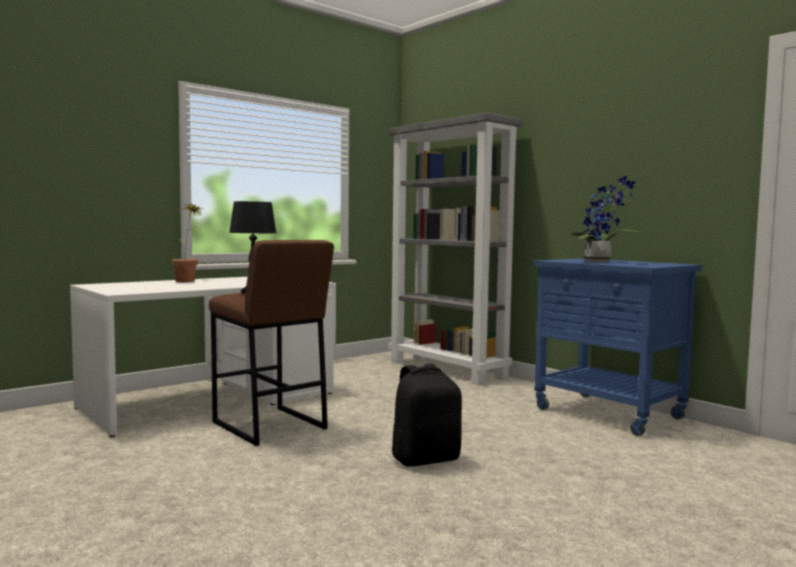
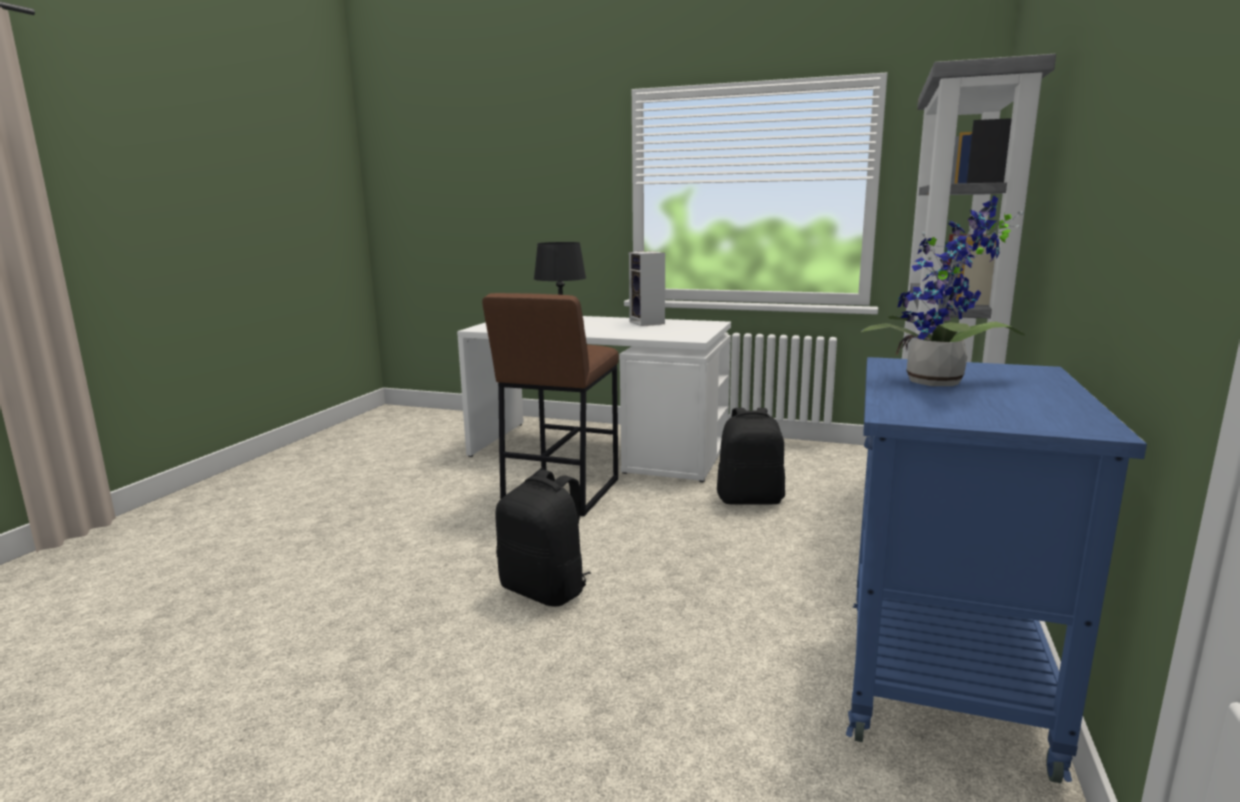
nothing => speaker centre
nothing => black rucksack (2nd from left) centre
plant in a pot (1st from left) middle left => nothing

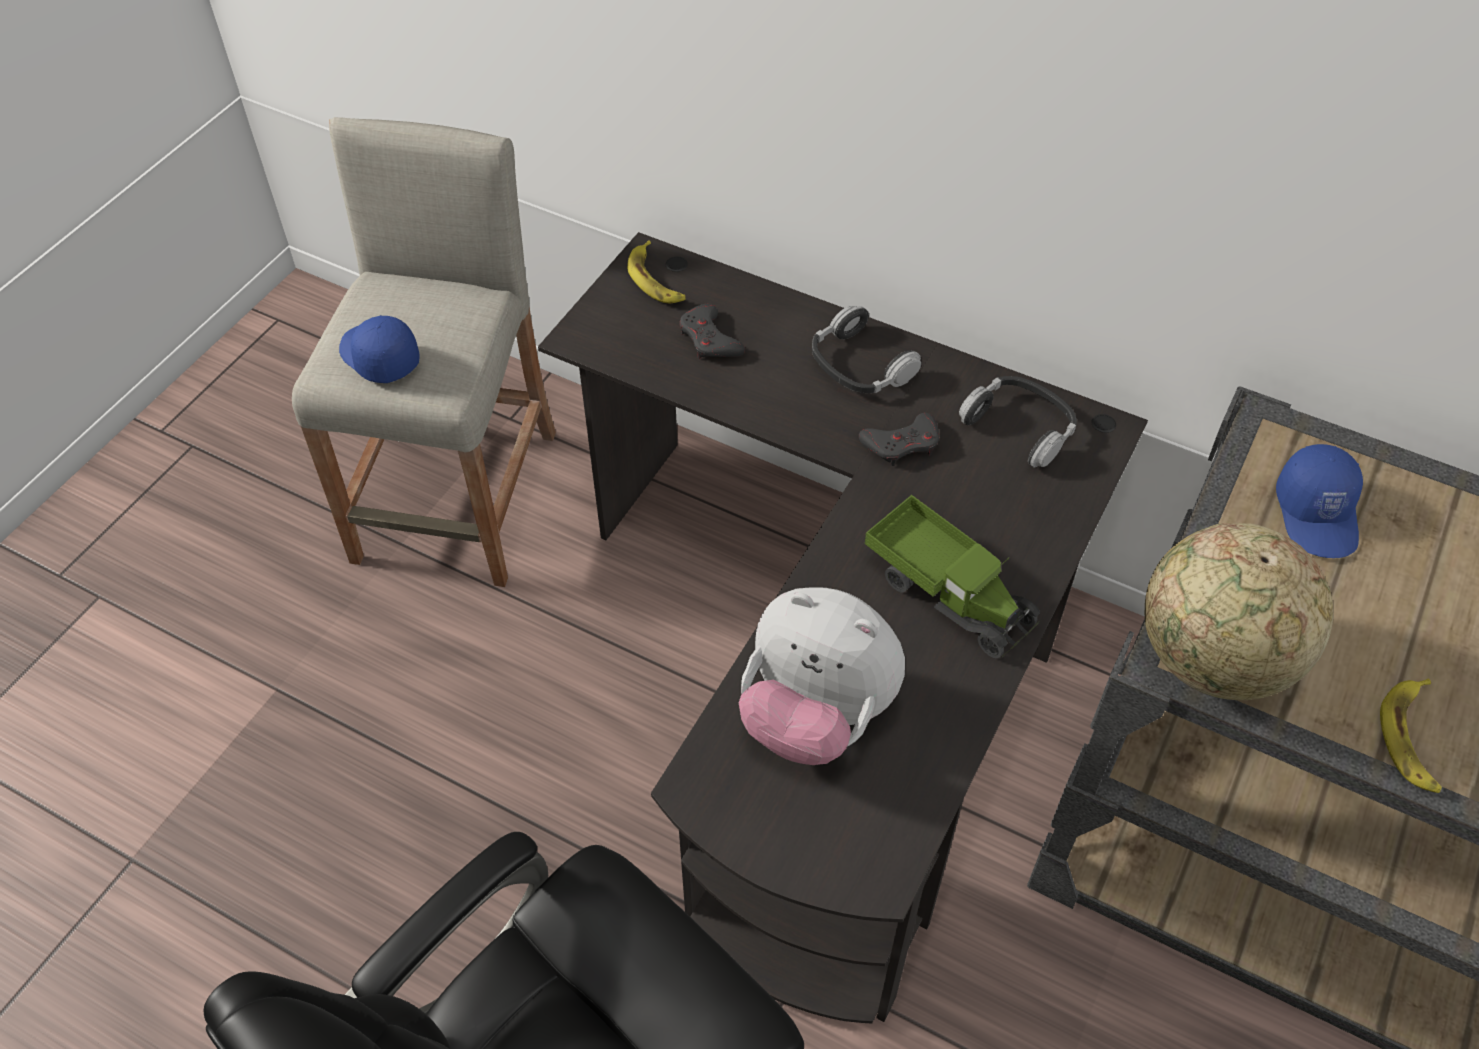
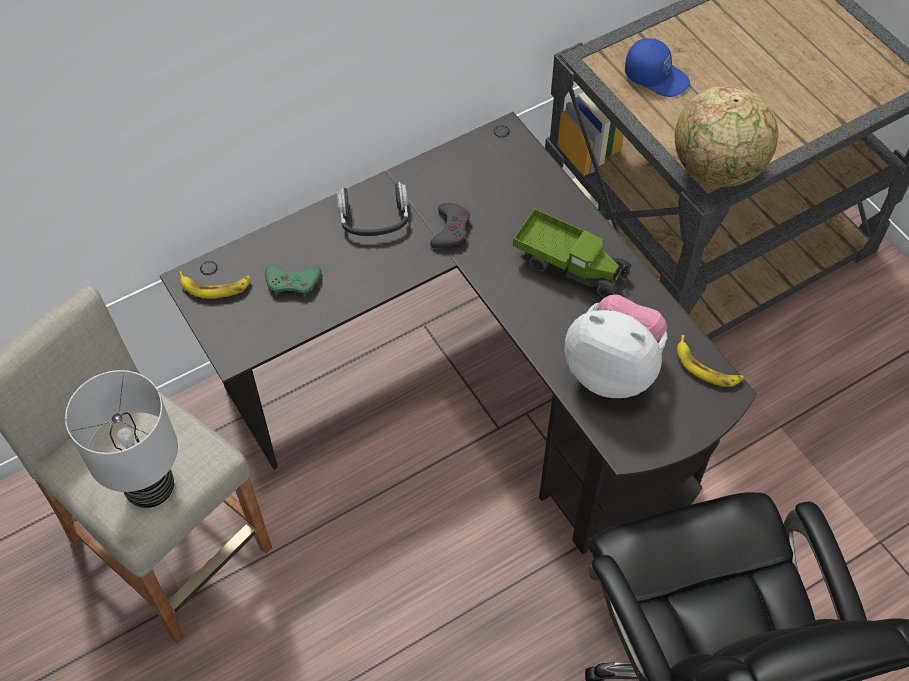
bluish peaked cap (1st from left) top left => gray tabletop lamp middle left
gray game controller (1st from left) top centre => greenish game controller middle left
model truck centre, 45 degrees clockwise
plush toy centre => plush toy middle right, 120 degrees counterclockwise
banana fruit (2nd from left) bottom right => banana fruit (2nd from left) middle right, moved
headphones (2nd from left) middle right => nothing

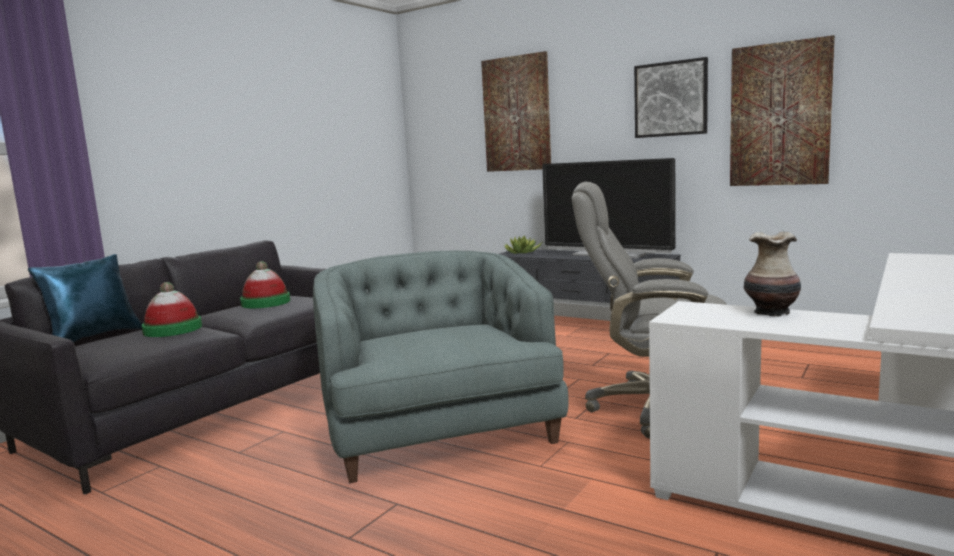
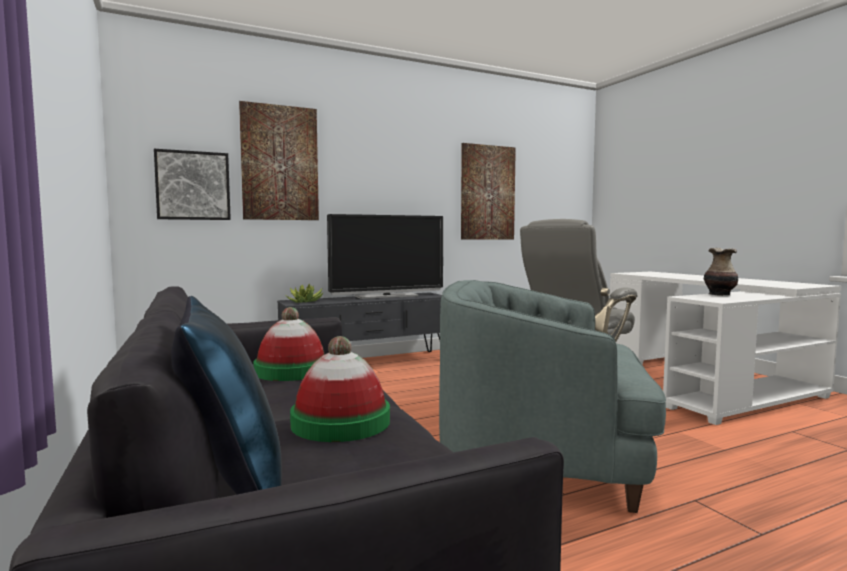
wall art (2nd from left in the first image) top right => wall art (1st from left) top left, moved

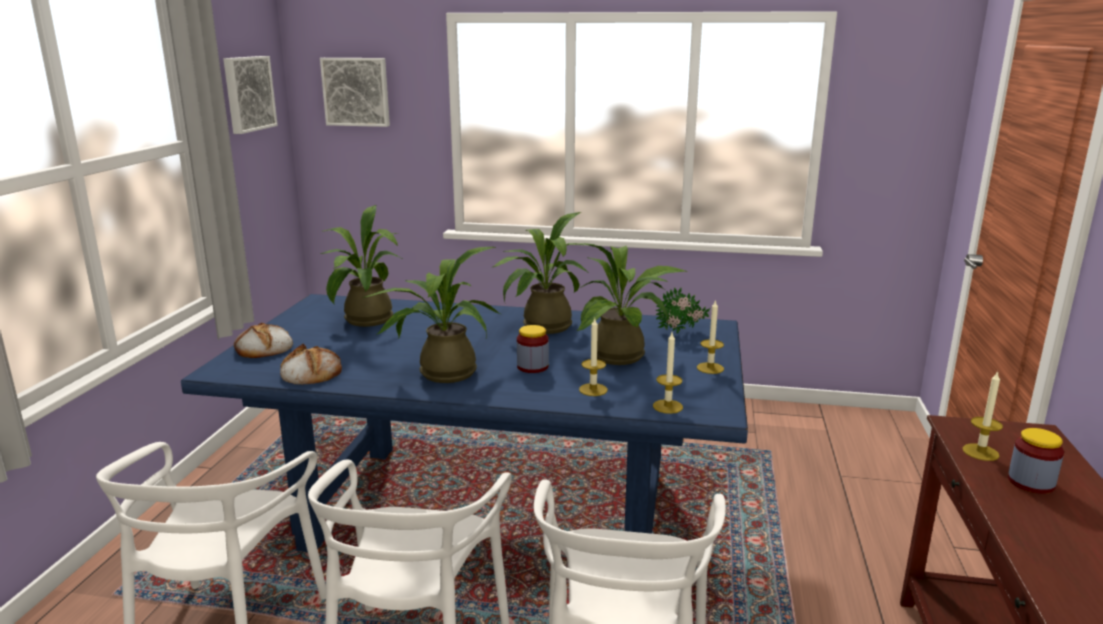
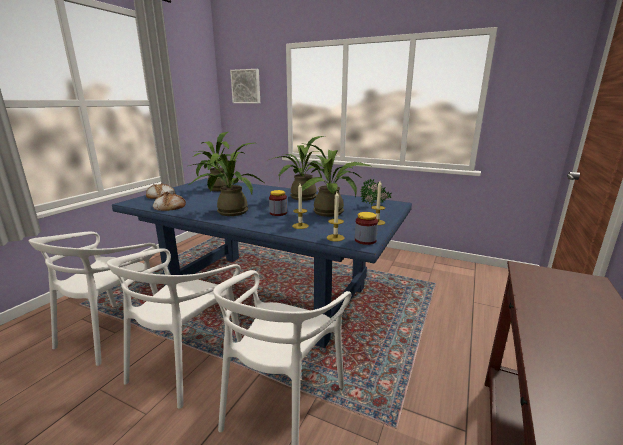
preserve jar (2nd from left) bottom right => preserve jar (2nd from left) centre, moved
wall art (1st from left) top left => nothing
wax light (4th from left) bottom right => nothing

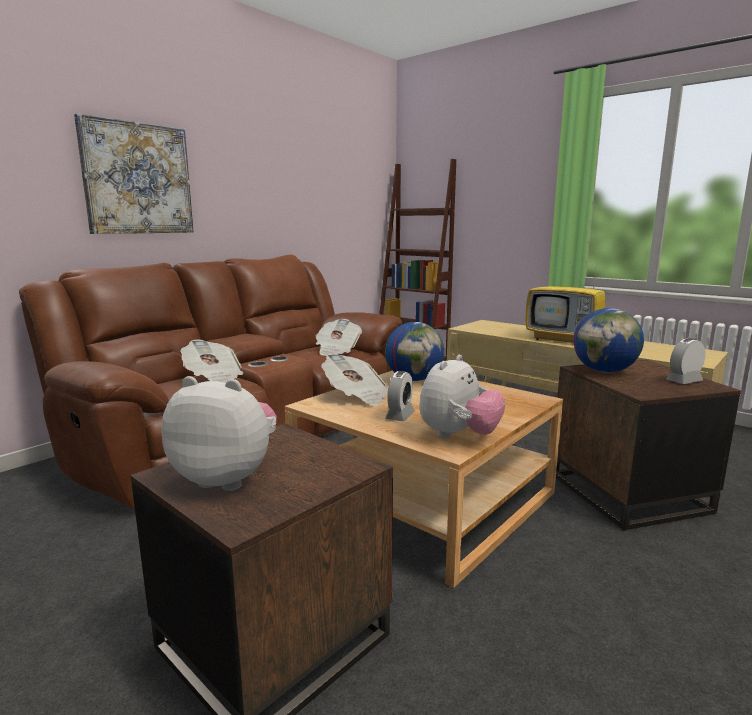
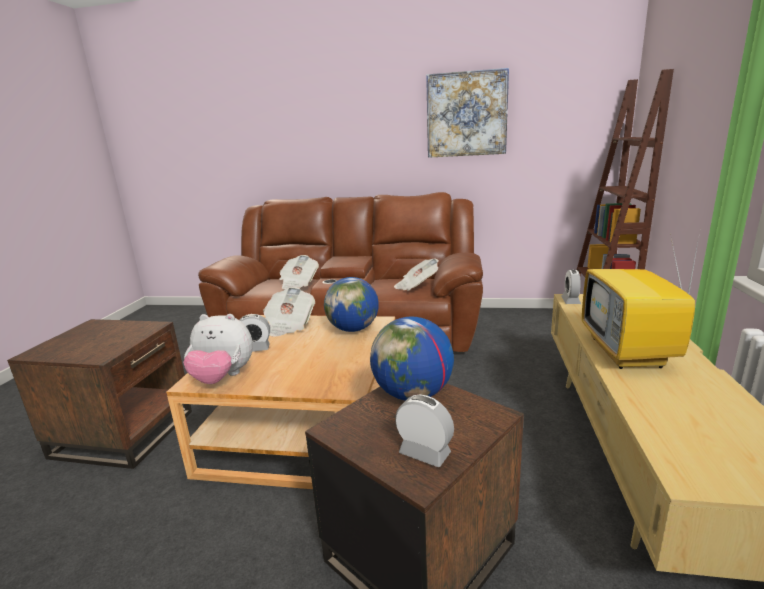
wall art top left => wall art top centre, moved
nothing => table clock (3rd from left) middle right
plush toy (1st from left) middle left => nothing

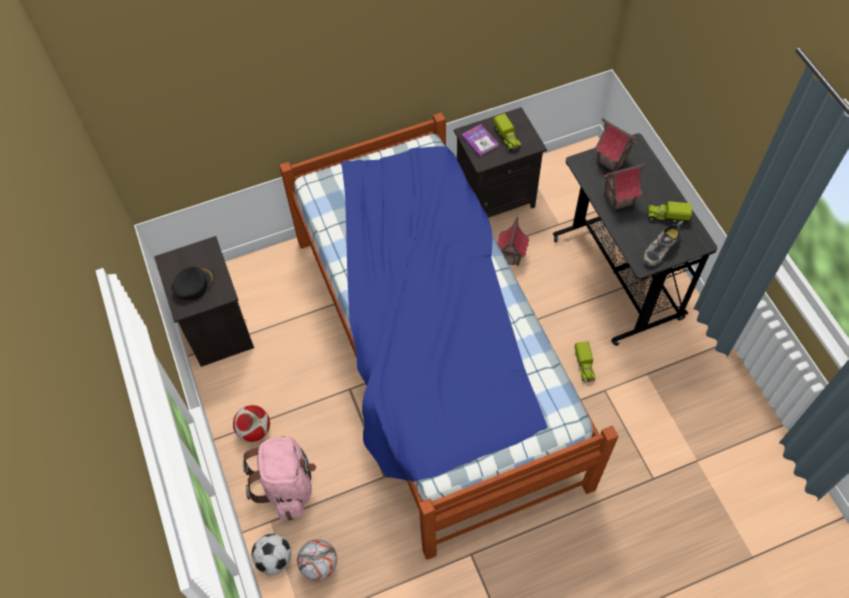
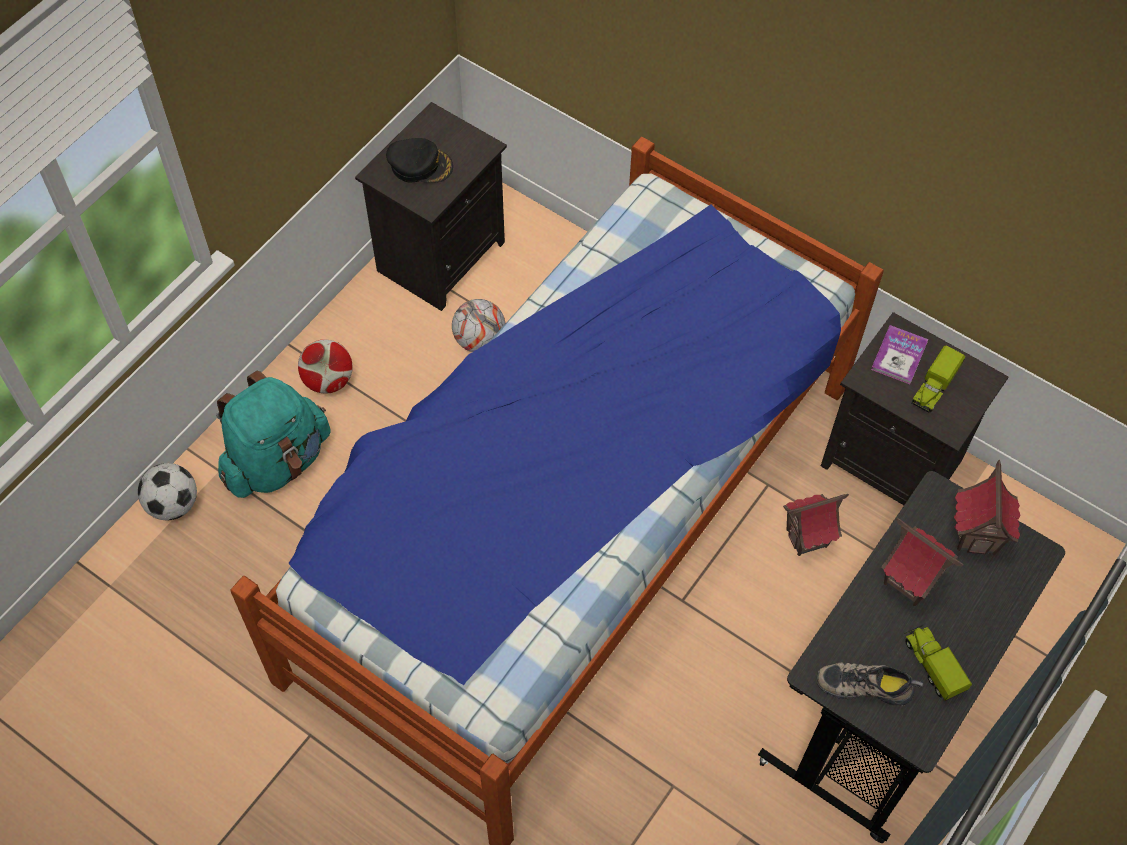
pinkish rucksack bottom left => turquoise-coloured rucksack middle left
ball for football (3rd from left) bottom centre => ball for football (3rd from left) centre, moved
model truck (2nd from left) middle right => nothing

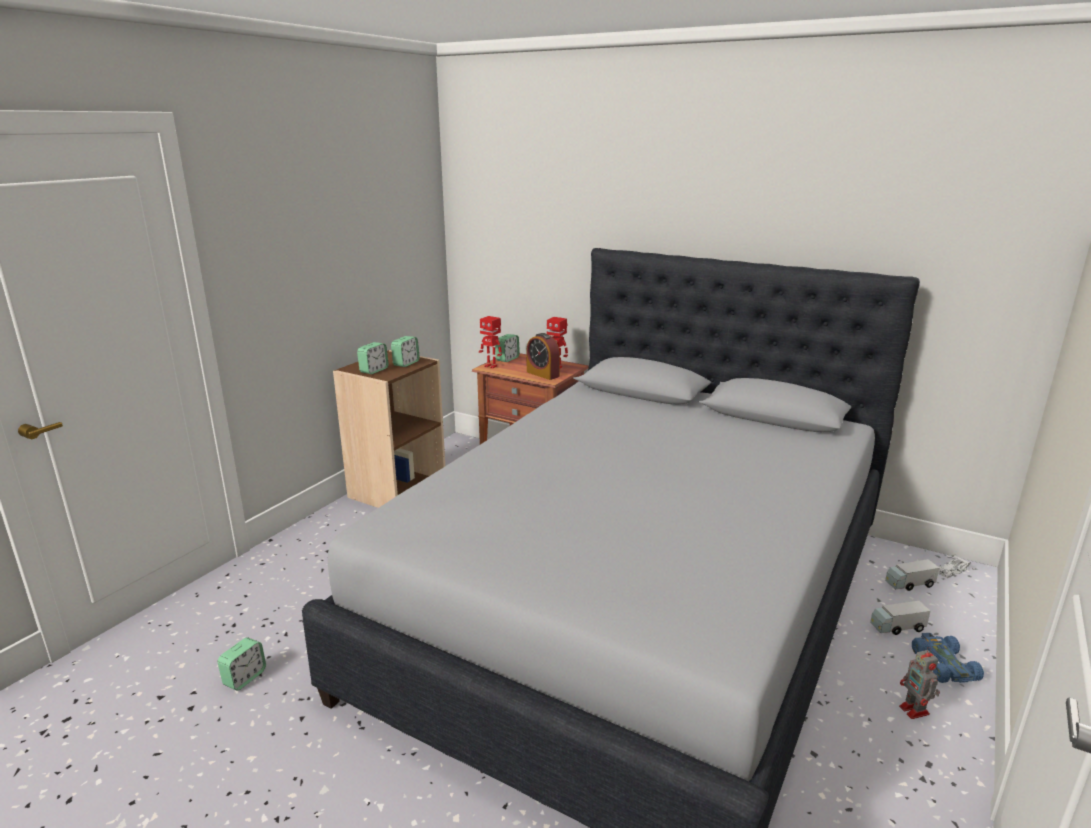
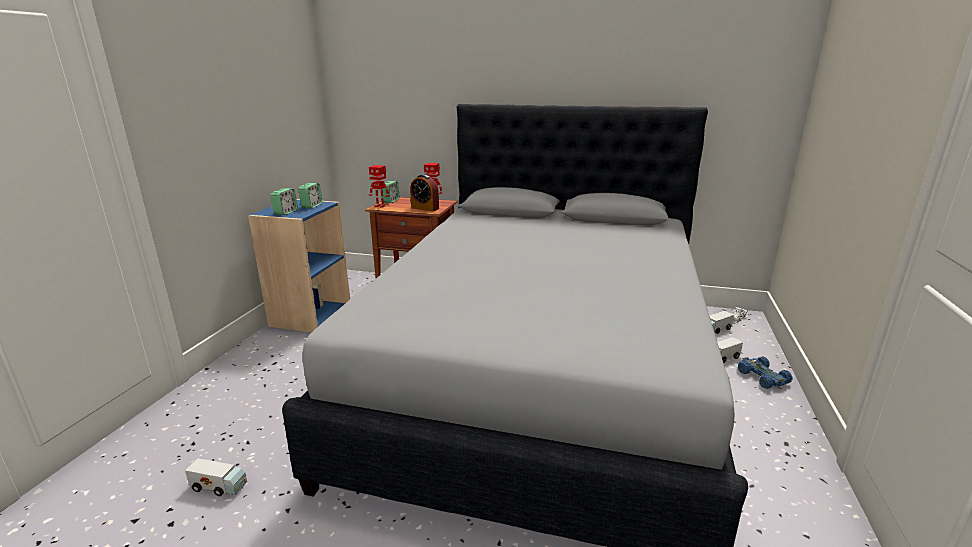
table clock (1st from left) bottom left => model truck (1st from left) bottom left
brown shelving unit centre => bluish shelving unit middle left
robot figure (3rd from left) bottom right => nothing

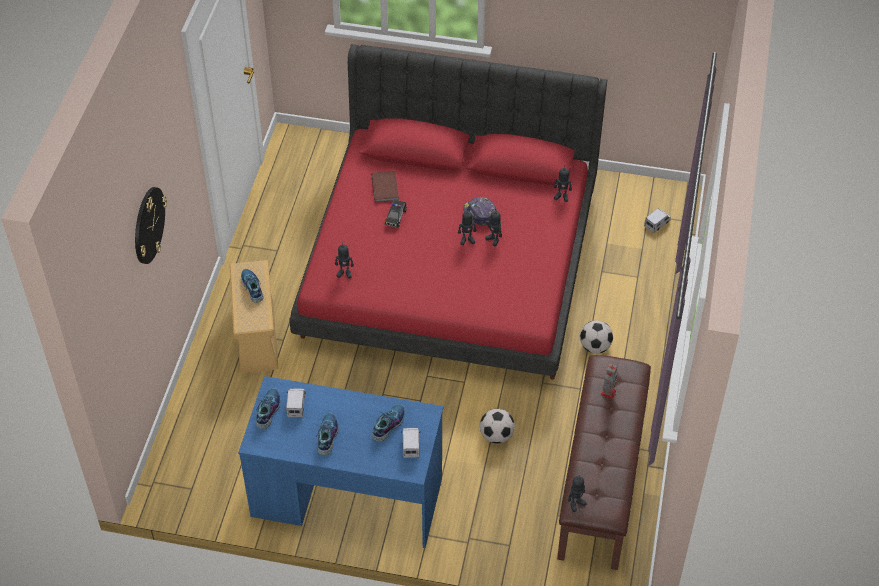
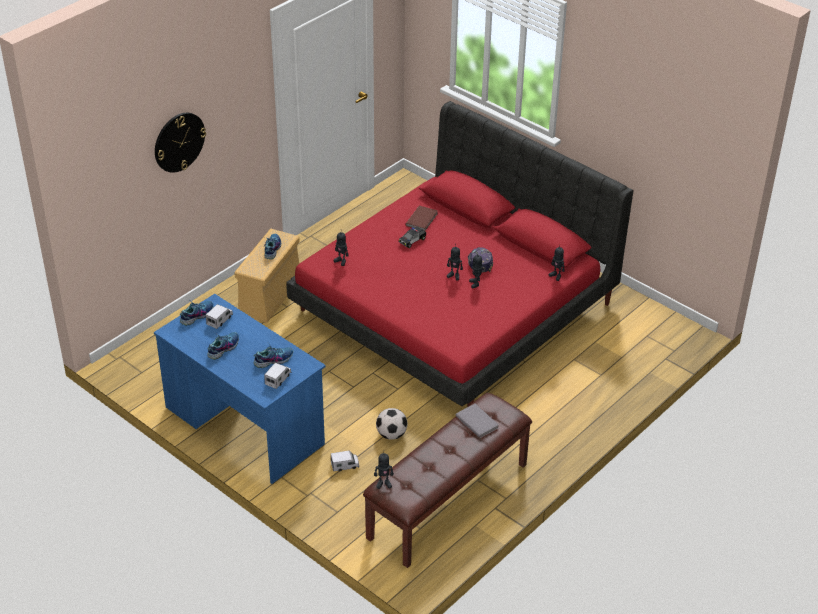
model truck (3rd from left) middle right => model truck (3rd from left) bottom centre, moved
robot figure (6th from left) middle right => gray book bottom centre
ball for football (2nd from left) middle right => nothing

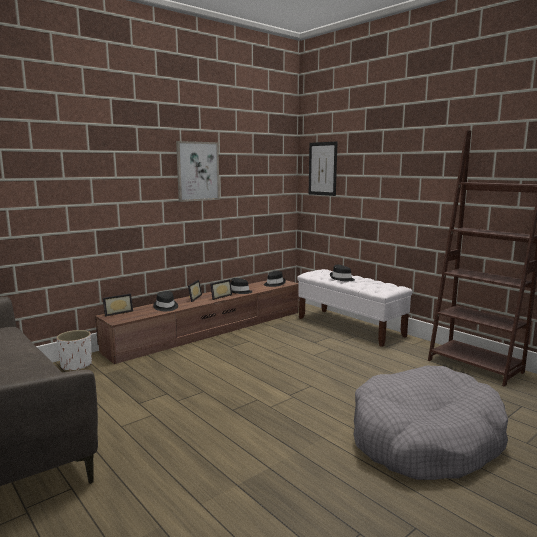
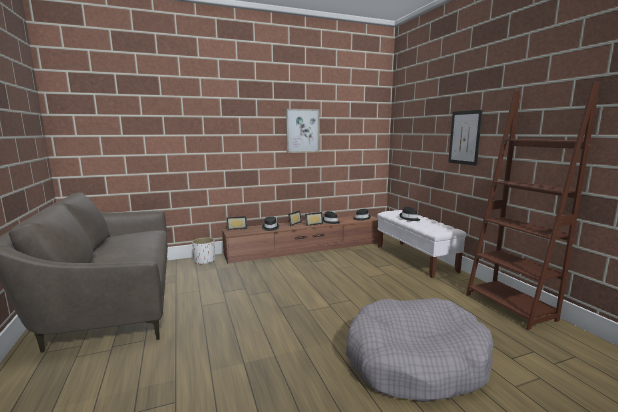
wall art (2nd from left) top centre => wall art (2nd from left) middle right, moved

